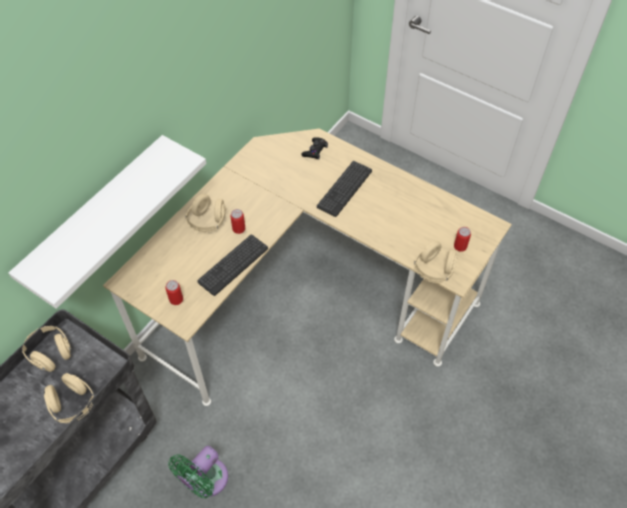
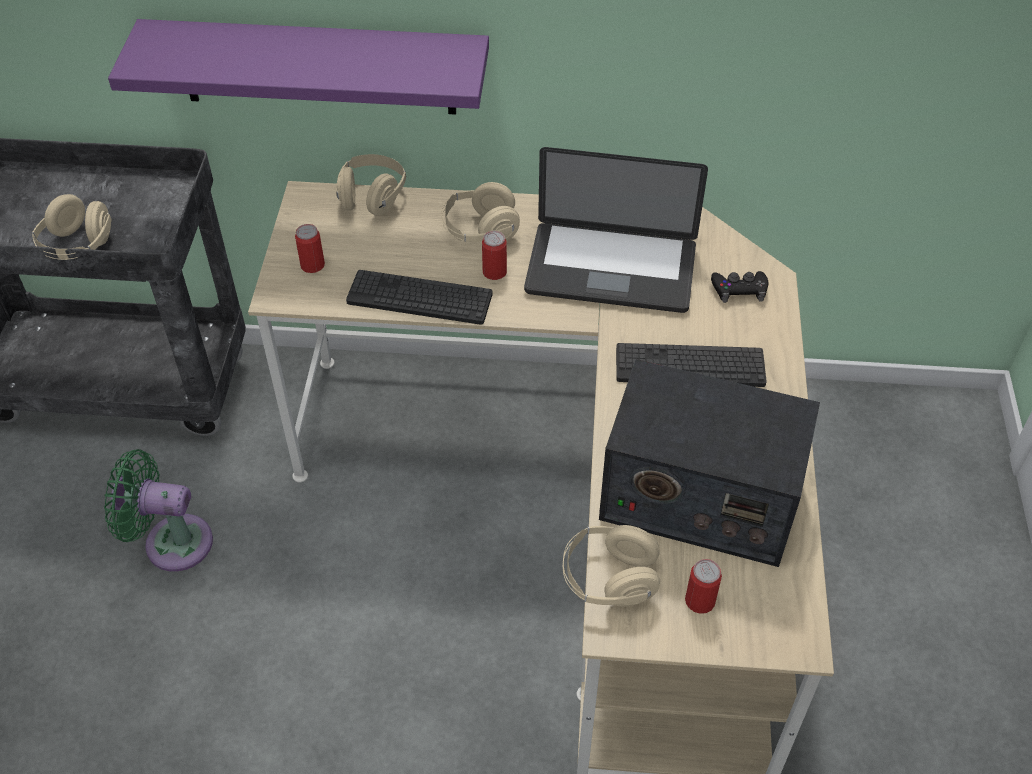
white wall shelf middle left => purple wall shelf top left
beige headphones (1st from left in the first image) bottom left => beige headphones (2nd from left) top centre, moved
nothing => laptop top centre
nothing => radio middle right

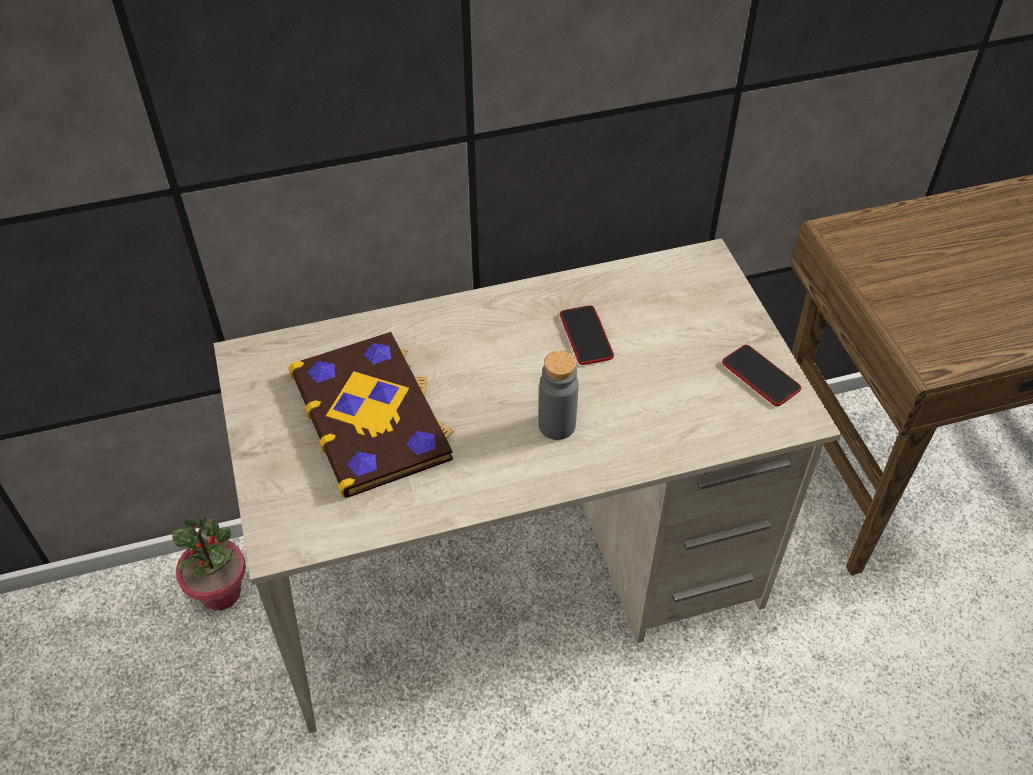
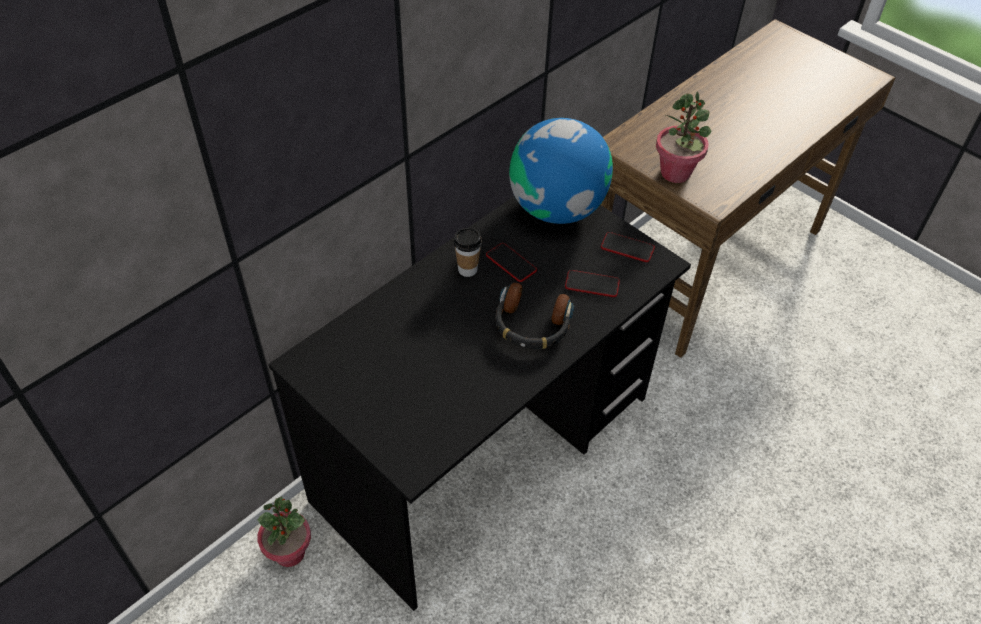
beige desk unit centre => black desk unit centre
nothing => small cup centre
gray drink bottle centre => headphones centre
nothing => desk globe top centre
nothing => telephone (2nd from left) centre
nothing => plant in a pot (2nd from left) top right
book centre => nothing

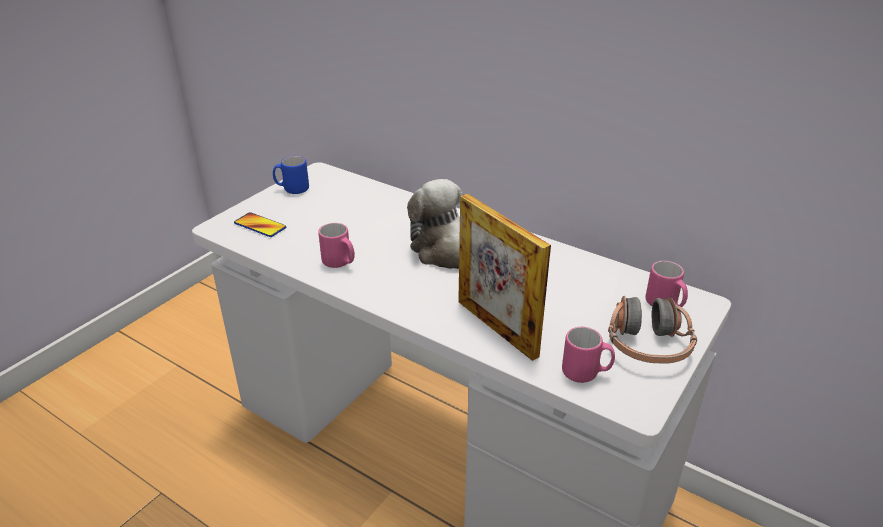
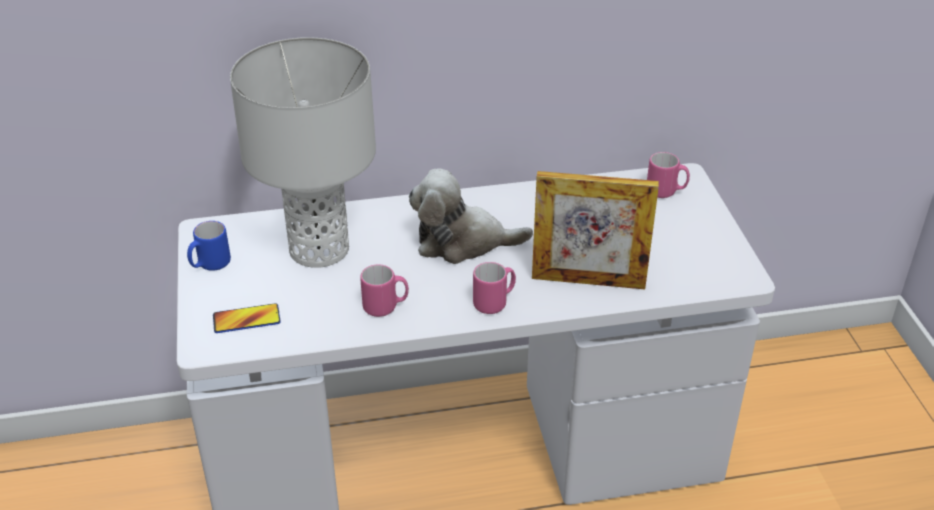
nothing => white tabletop lamp top left
pinkish mug (2nd from left) bottom centre => pinkish mug (2nd from left) centre, moved
headphones middle right => nothing

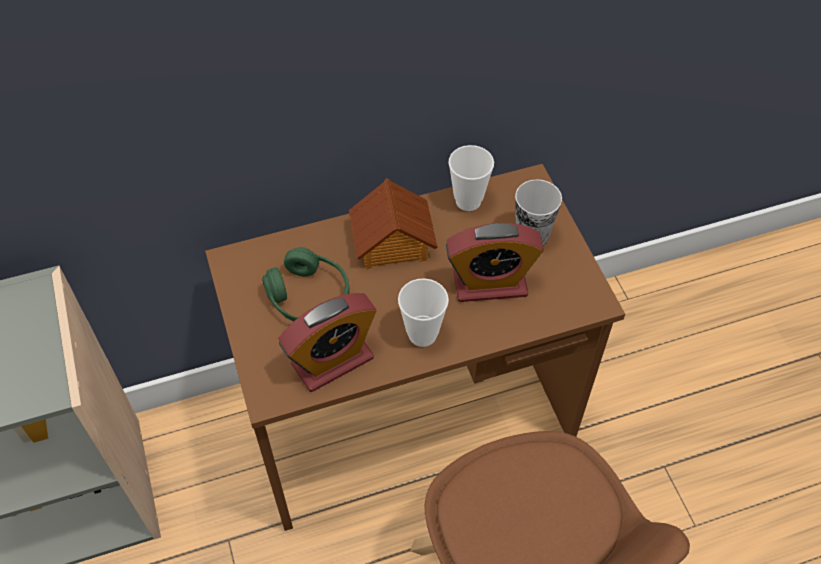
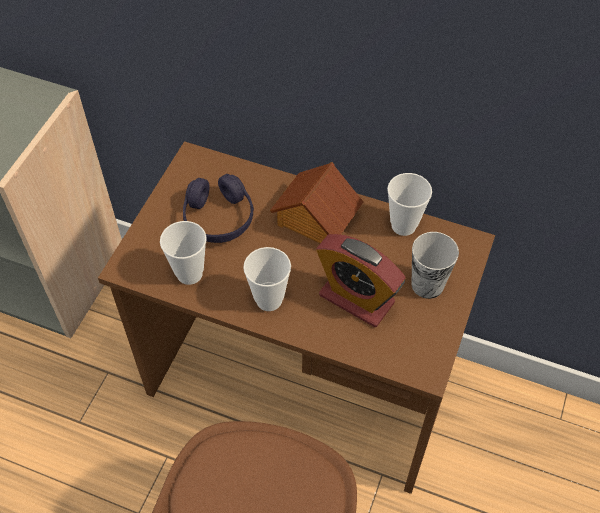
table clock (1st from left) centre => small cup (1st from left) middle left
greenish headphones centre => purple headphones centre

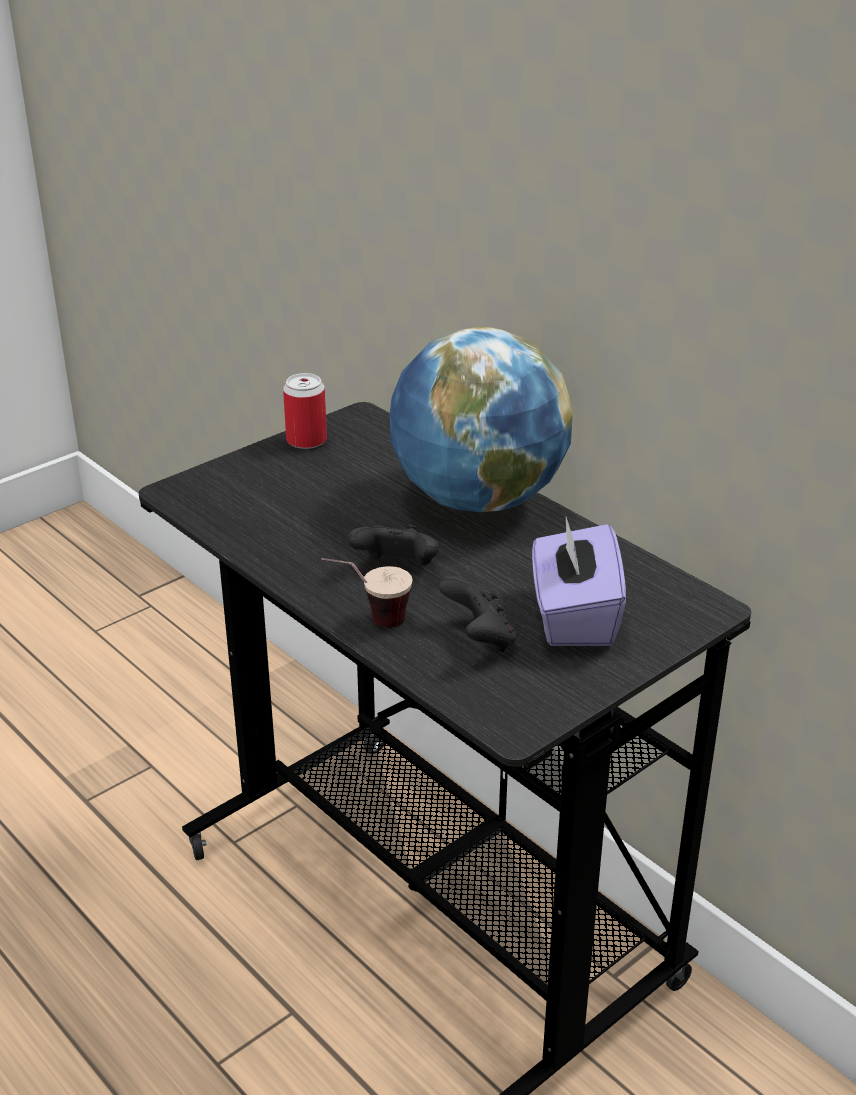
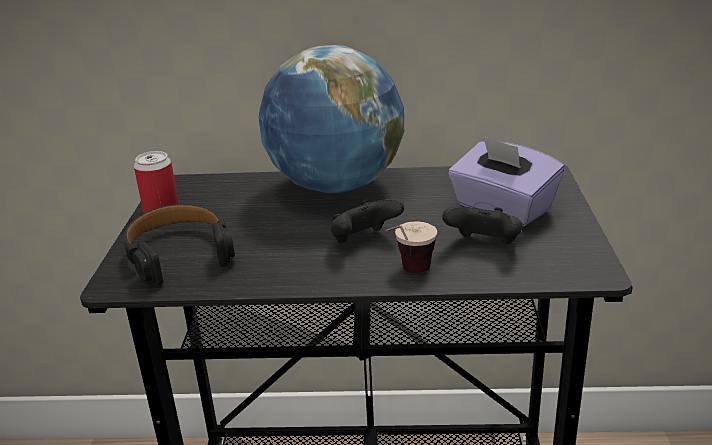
nothing => black headphones middle left

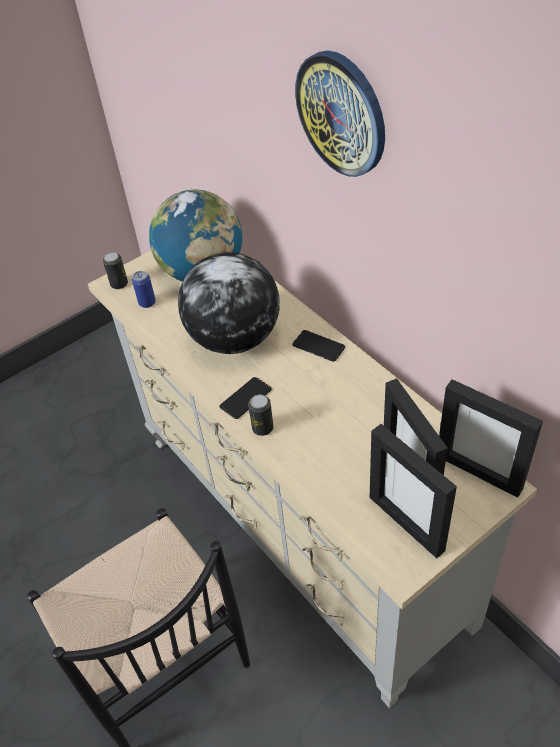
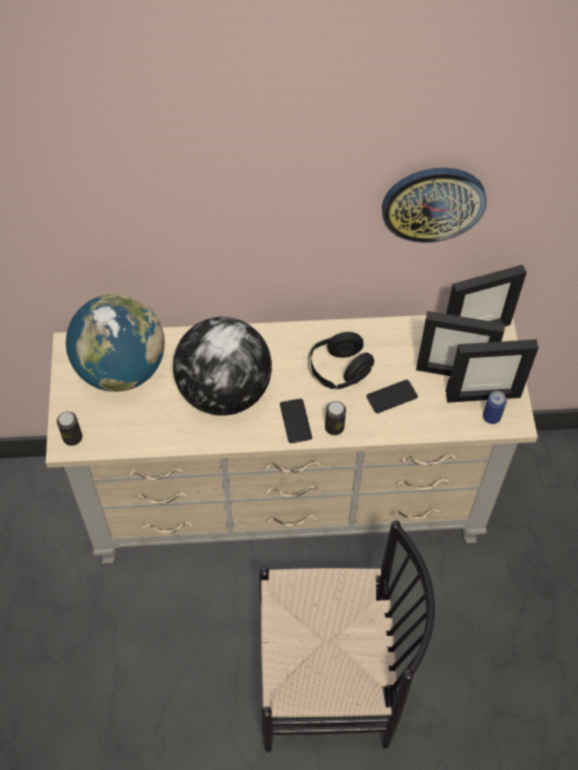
nothing => black headphones centre
telephone (2nd from left) centre => telephone (2nd from left) middle right, moved
clock on the wall top centre => clock on the wall top right, moved
metal can (2nd from left in the first image) middle left => metal can (3rd from left) middle right, moved

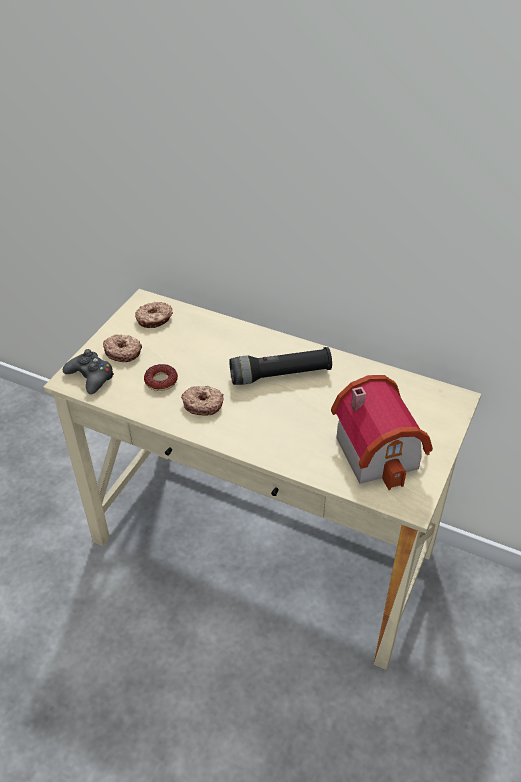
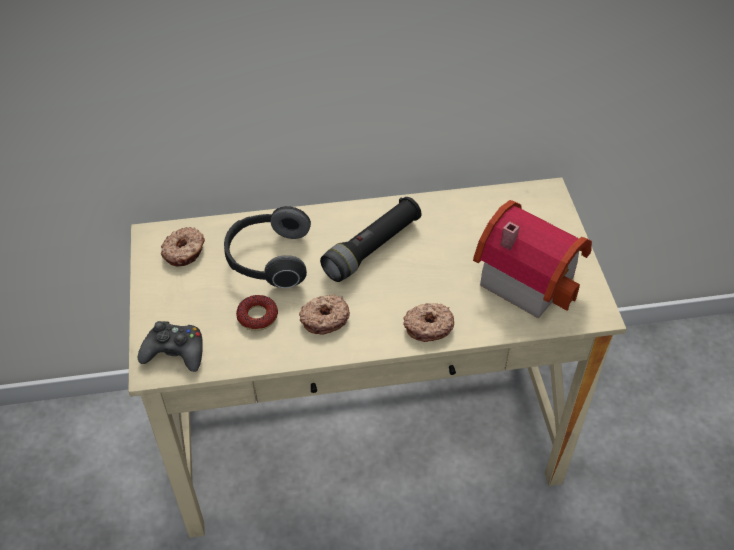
nothing => headphones centre
doughnut (1st from left in the first image) middle left => doughnut (4th from left) centre, moved

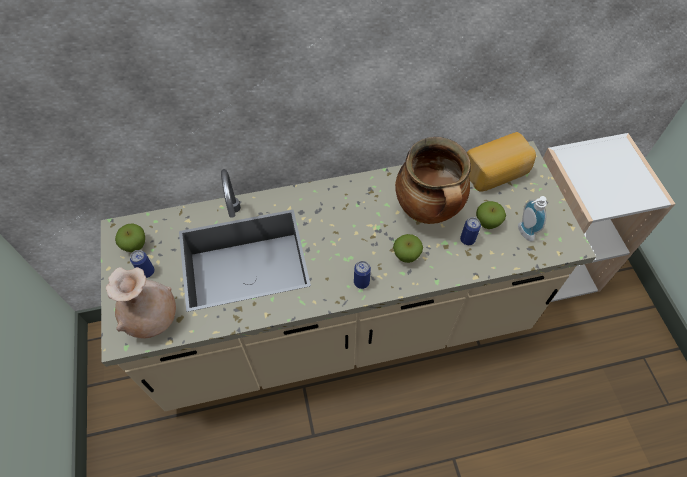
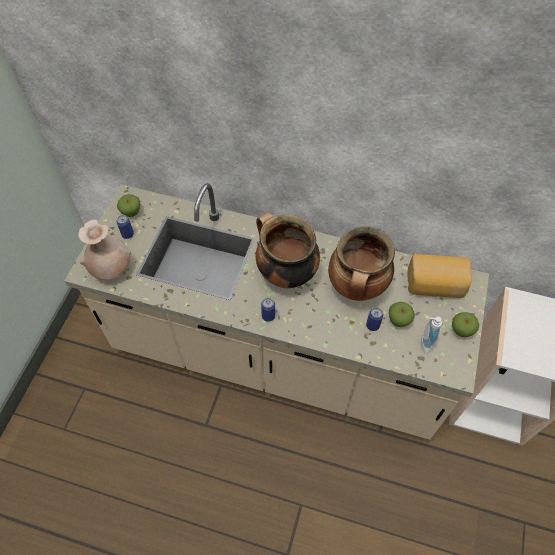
nothing => cooking pot (1st from left) centre
apple (2nd from left in the first image) centre => apple (3rd from left) middle right, moved

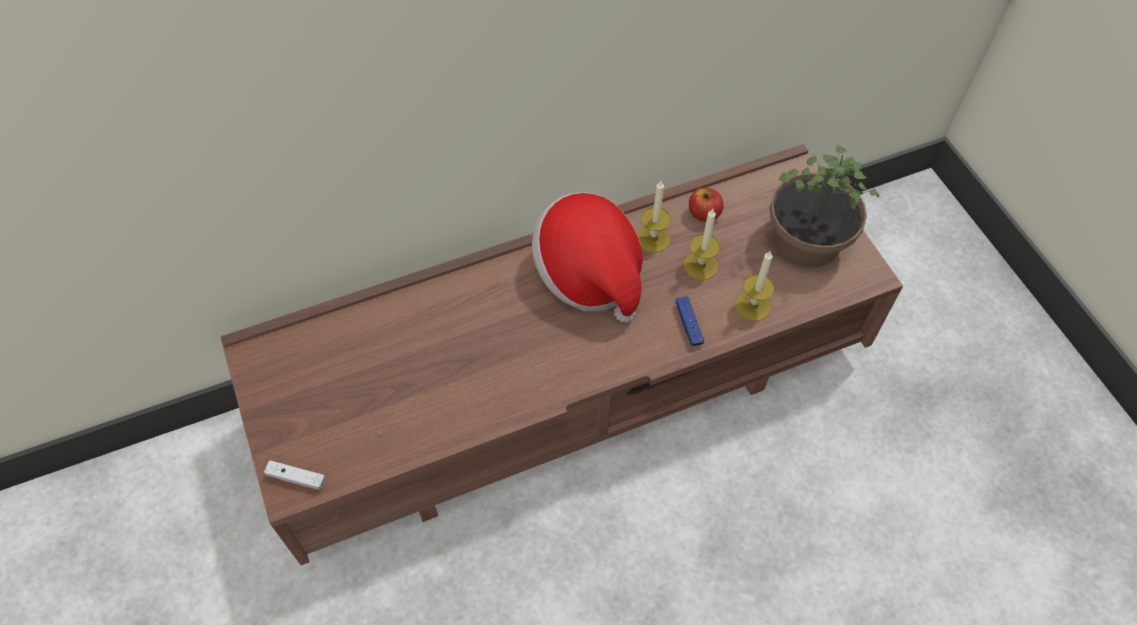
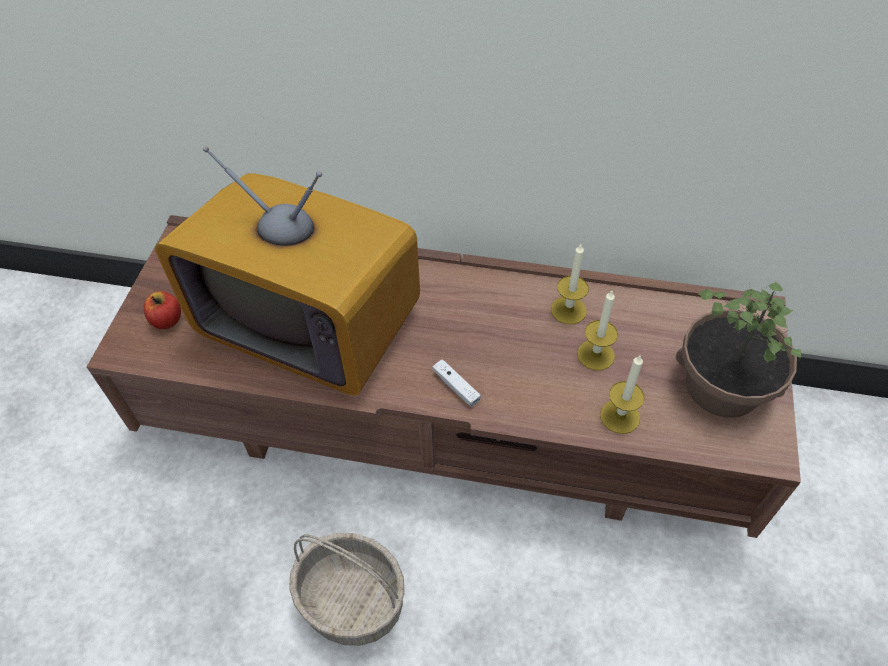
apple top centre => apple middle left, moved
nothing => TV middle left
nothing => basket bottom centre
white game controller bottom left => white game controller centre, moved
wearable hat centre => nothing
bluish game controller centre => nothing

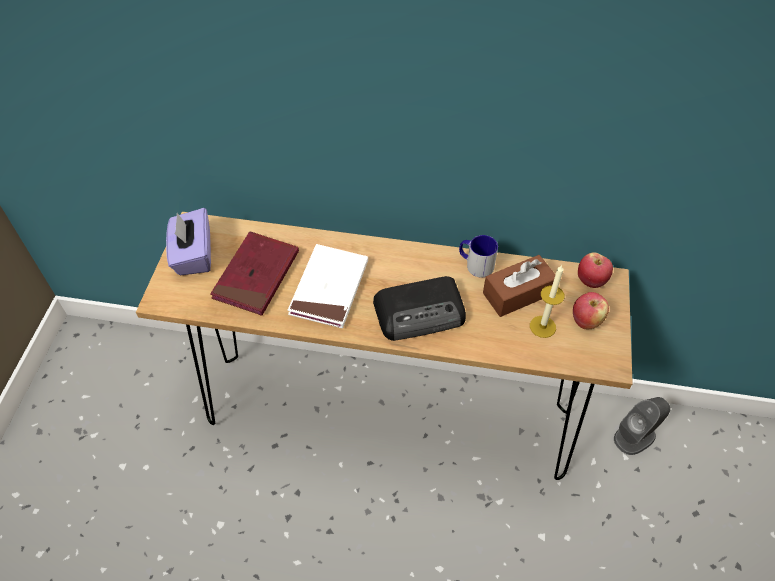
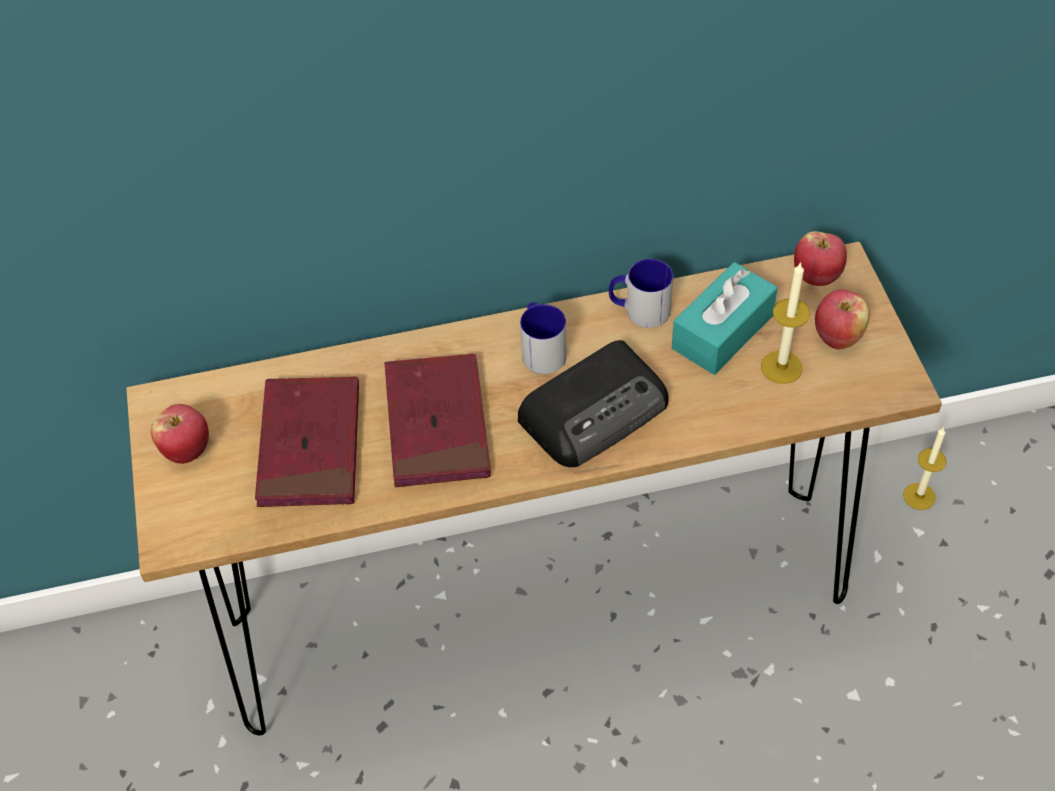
purple tissue holder middle left => apple (1st from left) middle left
white book centre => reddish book (2nd from left) centre
nothing => mug (1st from left) centre
brown tissue holder middle right => turquoise-coloured tissue holder middle right
gray speaker bottom right => wax light (2nd from left) middle right

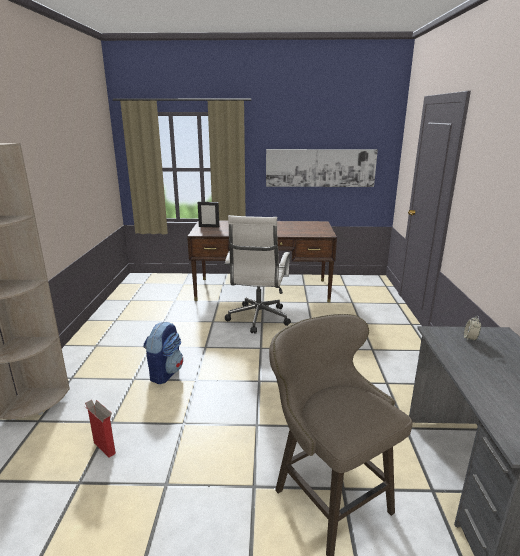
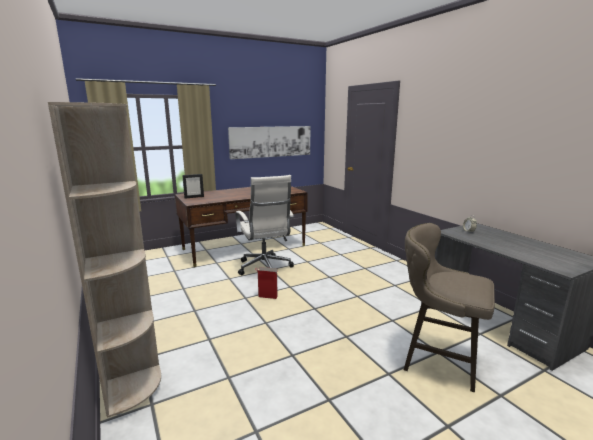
packing box bottom left => packing box centre, moved
rucksack middle left => nothing

